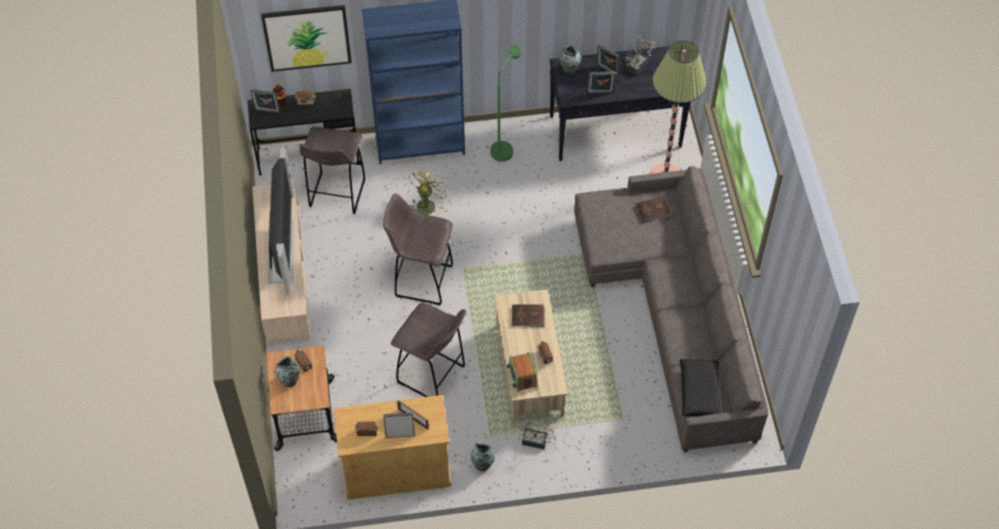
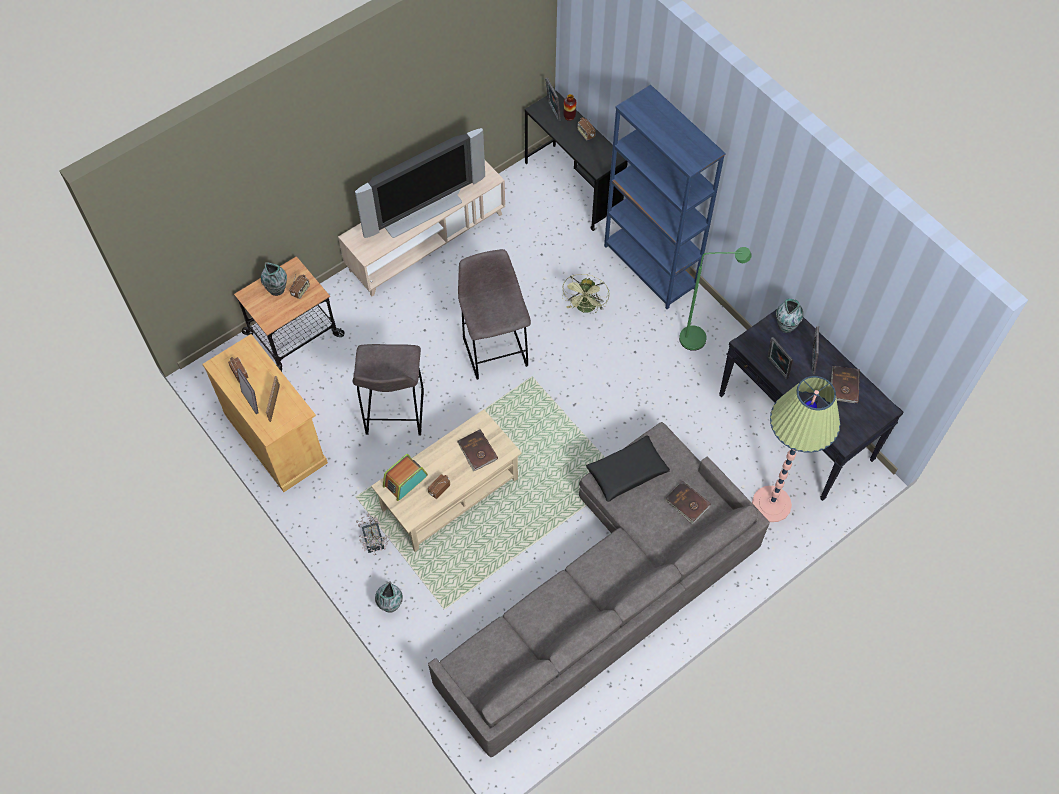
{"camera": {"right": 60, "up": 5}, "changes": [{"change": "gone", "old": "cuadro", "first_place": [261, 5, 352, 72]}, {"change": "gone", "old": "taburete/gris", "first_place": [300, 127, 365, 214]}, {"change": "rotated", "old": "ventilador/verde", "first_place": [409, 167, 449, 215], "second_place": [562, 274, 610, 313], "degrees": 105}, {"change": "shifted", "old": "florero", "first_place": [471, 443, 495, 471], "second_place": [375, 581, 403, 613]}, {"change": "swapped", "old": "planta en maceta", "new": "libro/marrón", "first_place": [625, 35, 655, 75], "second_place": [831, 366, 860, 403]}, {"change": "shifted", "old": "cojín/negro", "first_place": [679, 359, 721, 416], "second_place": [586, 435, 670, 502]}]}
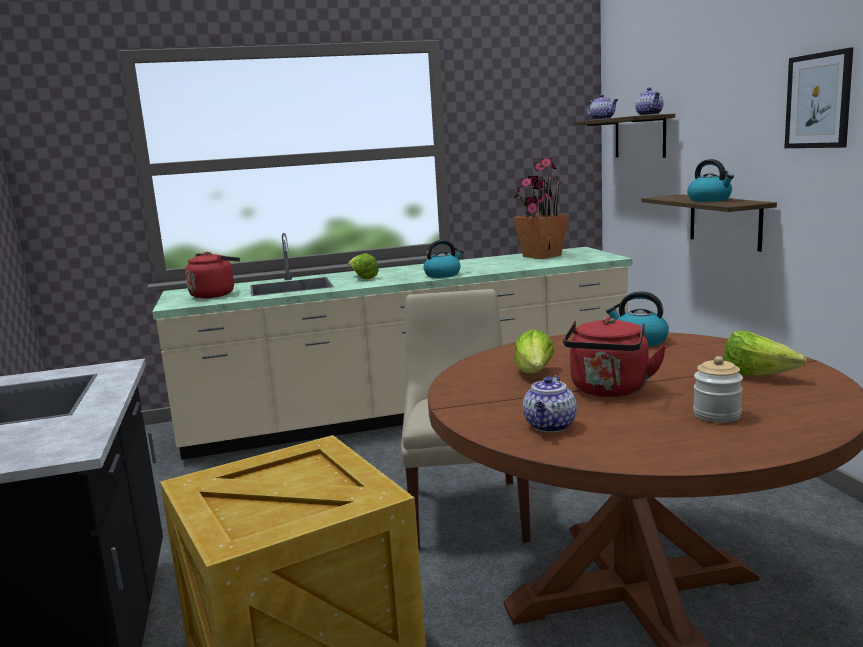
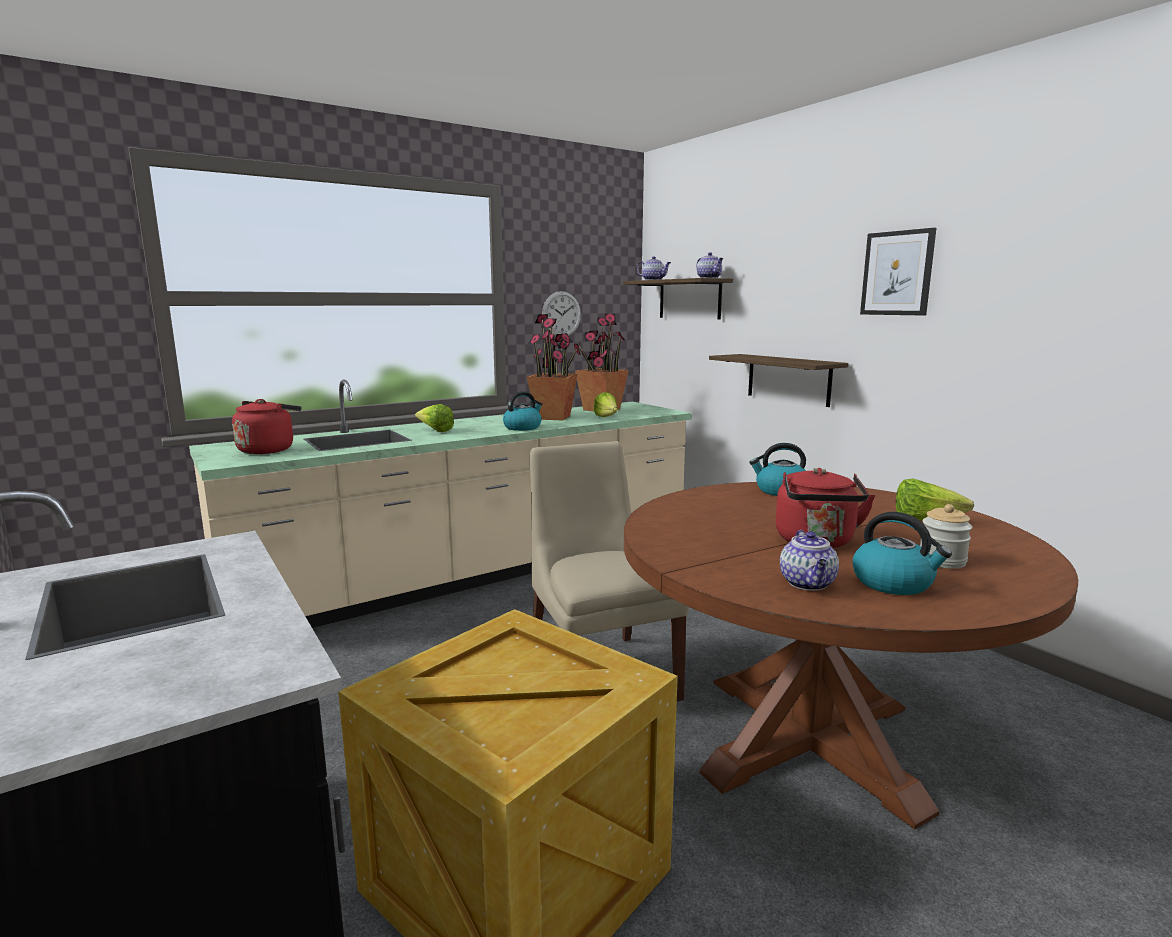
{"camera": {"right": -20, "up": 0}, "changes": [{"change": "shifted", "old": "lechuga", "first_place": [514, 329, 554, 373], "second_place": [593, 392, 618, 417]}, {"change": "shifted", "old": "hervidor", "first_place": [687, 159, 734, 202], "second_place": [853, 512, 952, 595]}, {"change": "new", "new": "planta en maceta", "second_place": [527, 314, 581, 420]}, {"change": "new", "new": "reloj de pared", "second_place": [542, 291, 581, 337]}]}
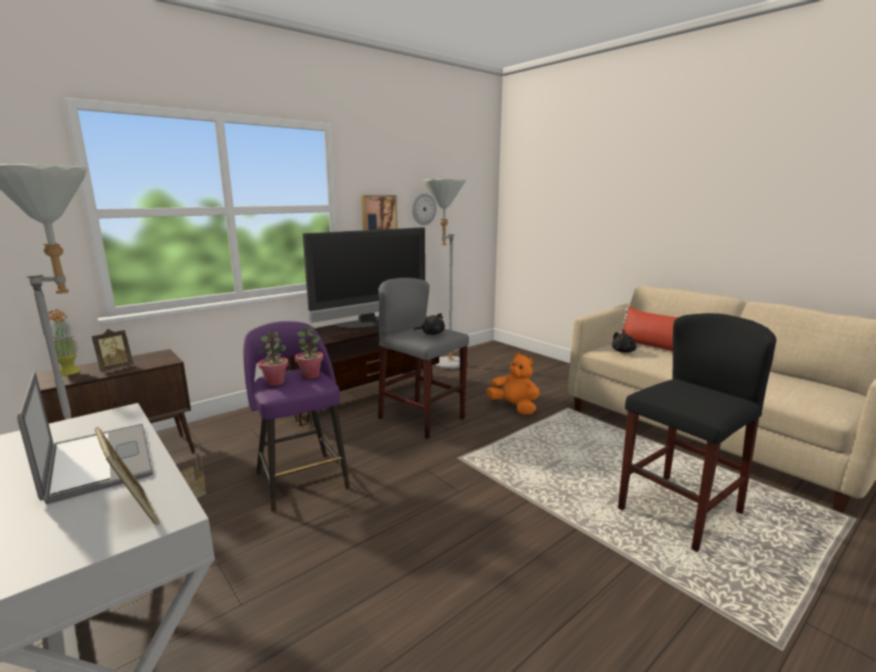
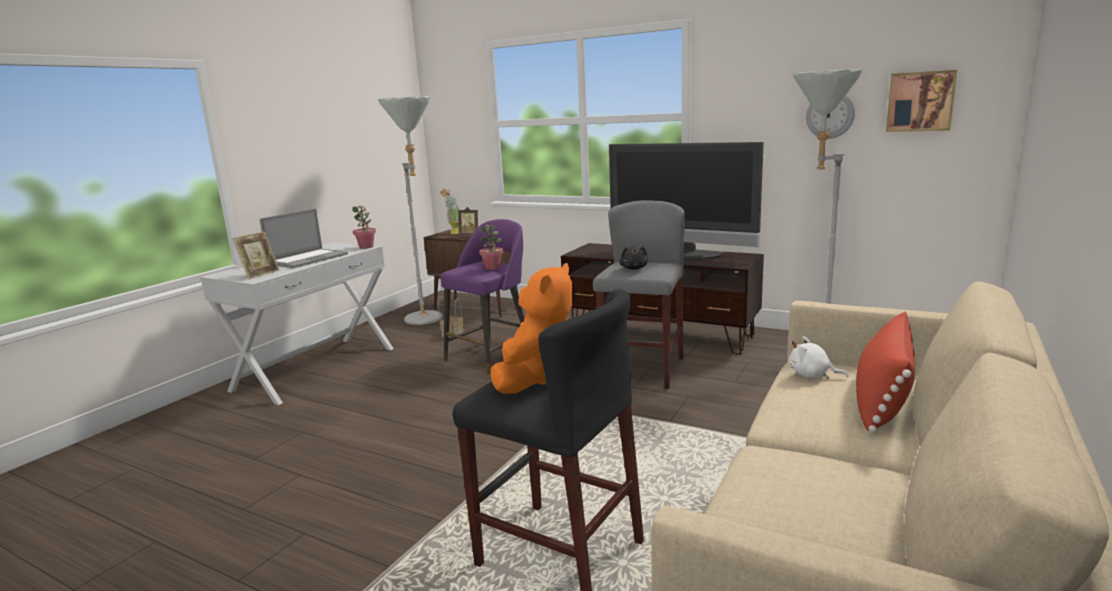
{"camera": {"right": 70, "up": 0}, "changes": [{"change": "shifted", "old": "planta en maceta", "first_place": [258, 332, 288, 386], "second_place": [352, 205, 376, 249]}, {"change": "shifted", "old": "cuadro", "first_place": [361, 195, 398, 230], "second_place": [886, 70, 957, 132]}, {"change": "shifted", "old": "peluche/naranja", "first_place": [486, 352, 540, 414], "second_place": [490, 263, 572, 394]}, {"change": "repainted", "old": "peluche/negro", "new": "peluche/blanco", "first_place": [612, 332, 637, 353], "second_place": [789, 336, 848, 379]}]}
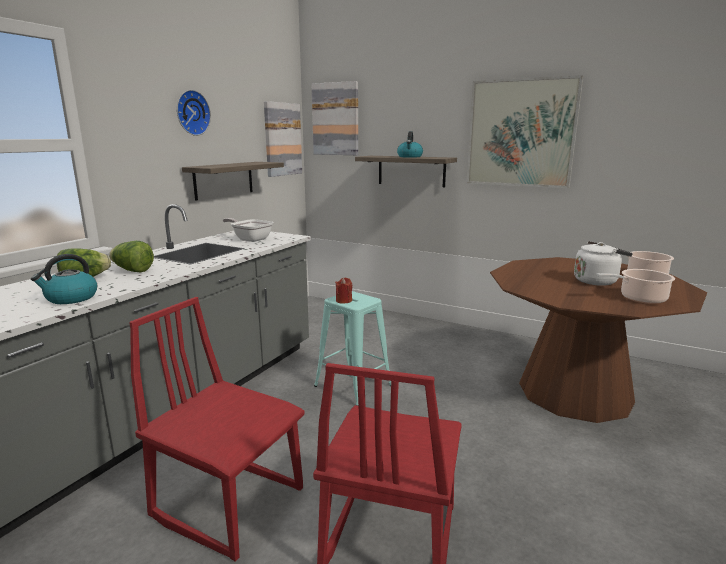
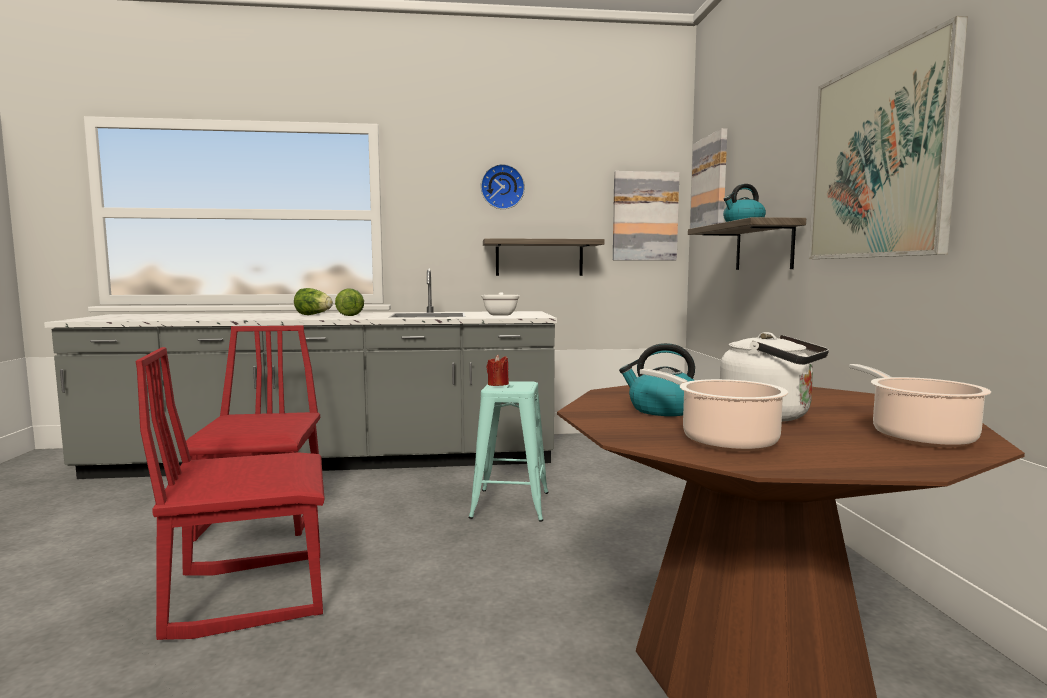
{"camera": {"right": 55, "up": -10}, "changes": [{"change": "shifted", "old": "hervidor", "first_place": [31, 254, 97, 304], "second_place": [619, 343, 695, 416]}]}
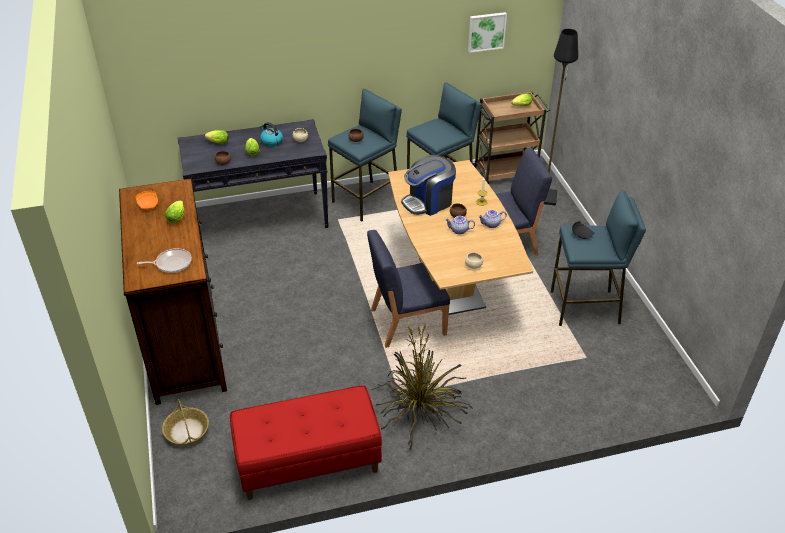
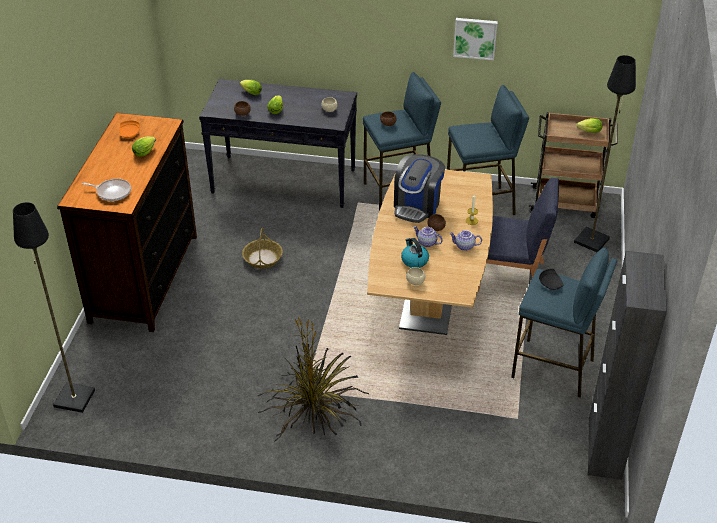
{"camera": {"right": 25, "up": 0}, "changes": [{"change": "shifted", "old": "cesta", "first_place": [162, 399, 209, 445], "second_place": [242, 228, 283, 269]}, {"change": "gone", "old": "banco/rojo", "first_place": [230, 385, 382, 500]}, {"change": "shifted", "old": "hervidor", "first_place": [260, 122, 283, 147], "second_place": [401, 238, 429, 268]}, {"change": "gone", "old": "silla/azul", "first_place": [367, 230, 450, 348]}, {"change": "rotated", "old": "cafetera", "first_place": [401, 155, 456, 216], "second_place": [394, 154, 445, 223], "degrees": -60}, {"change": "shifted", "old": "cuadro", "first_place": [468, 12, 507, 53], "second_place": [453, 18, 498, 60]}, {"change": "new", "new": "lámpara de pie/negro", "second_place": [13, 202, 95, 413]}, {"change": "new", "new": "armario/negro", "second_place": [588, 251, 667, 480]}]}
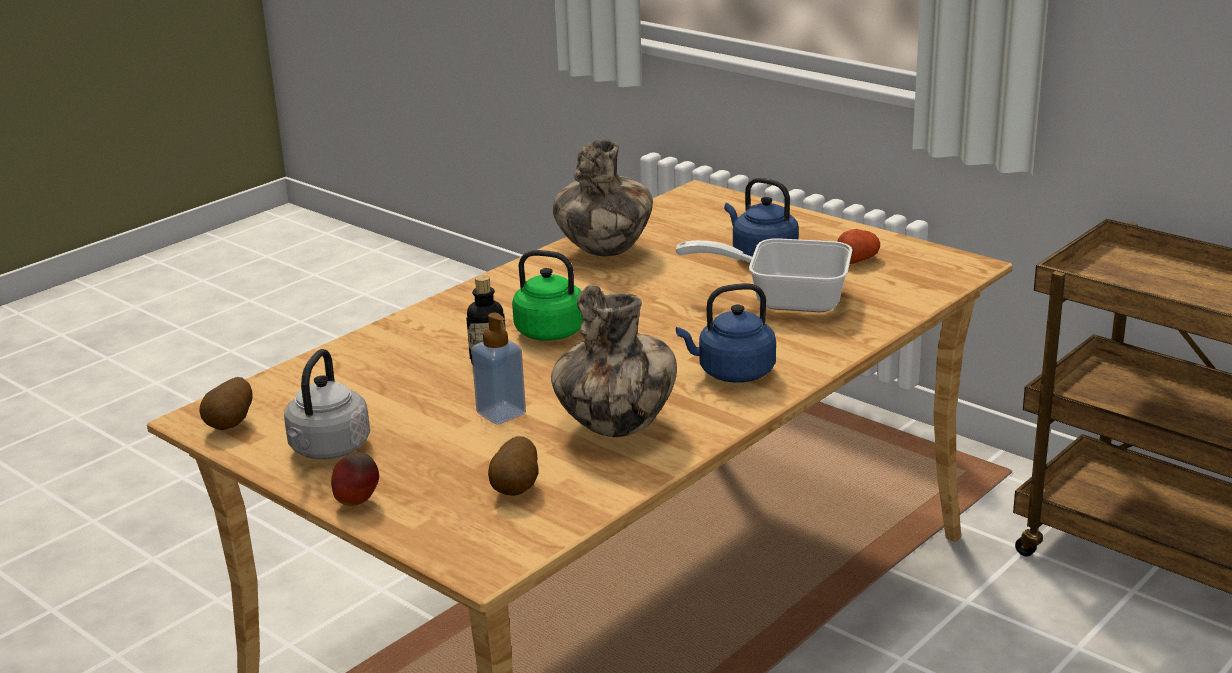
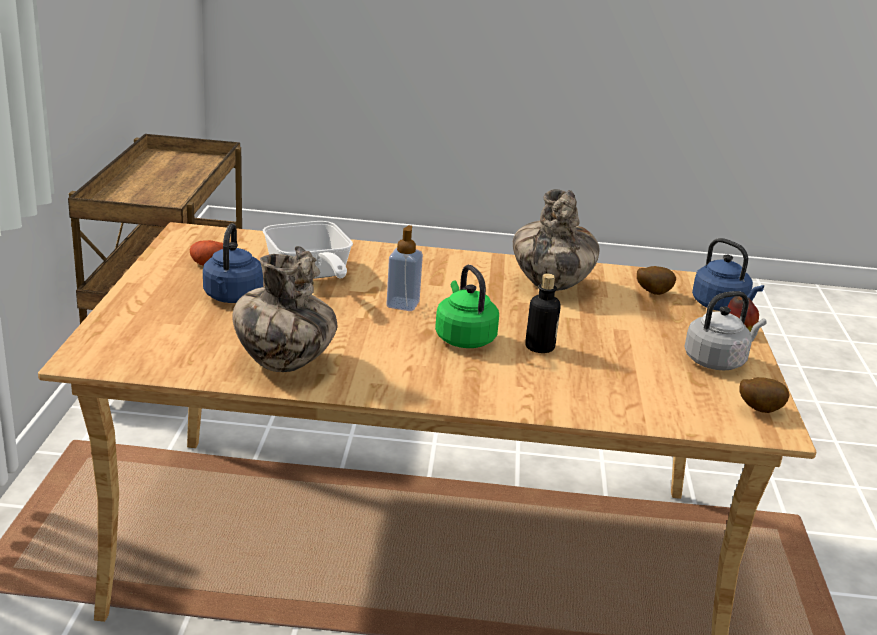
{"camera": {"right": -130, "up": 0}, "changes": [{"change": "shifted", "old": "dispensador de jabón", "first_place": [471, 313, 526, 424], "second_place": [386, 225, 423, 311]}, {"change": "shifted", "old": "hervidor/azul", "first_place": [676, 283, 776, 383], "second_place": [692, 238, 764, 311]}]}
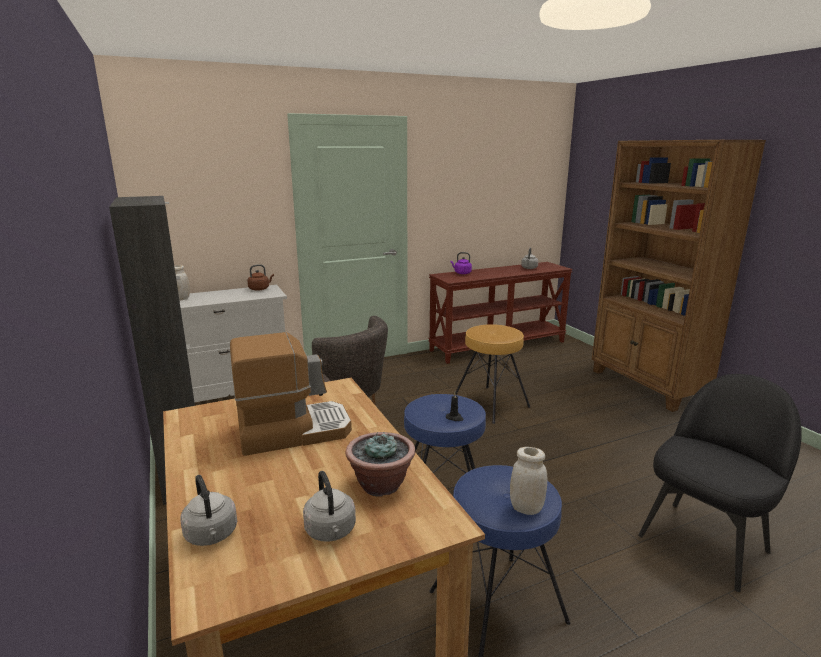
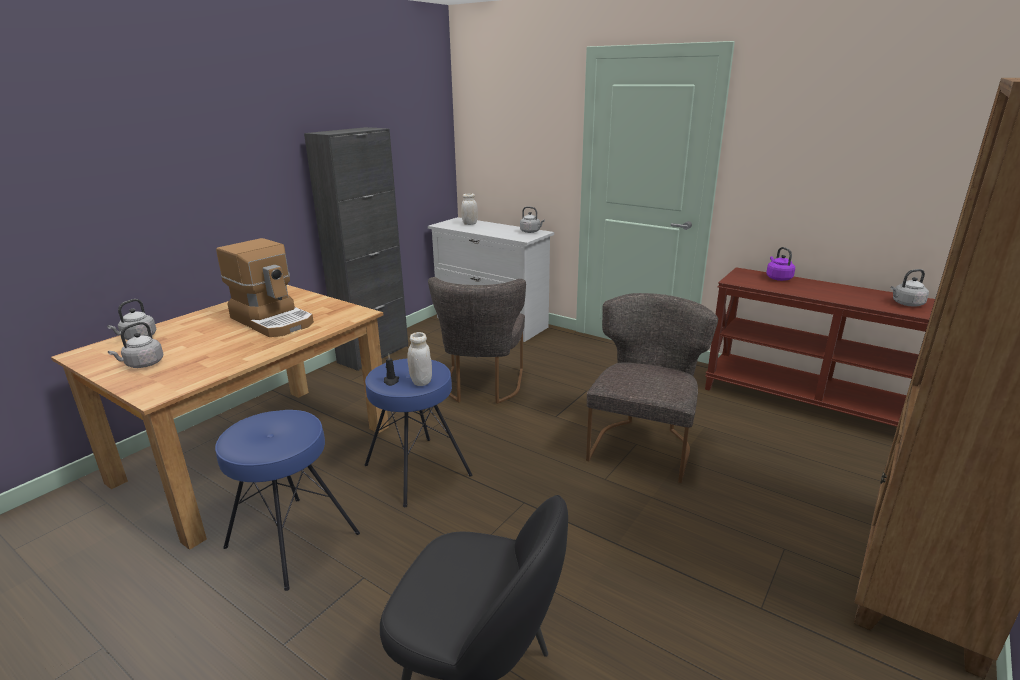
{"camera": {"right": 60, "up": 5}, "changes": [{"change": "repainted", "old": "hervidor/marrón", "new": "hervidor/gris", "first_place": [247, 264, 274, 291], "second_place": [520, 206, 545, 233]}, {"change": "gone", "old": "planta en maceta", "first_place": [346, 432, 415, 497]}, {"change": "swapped", "old": "taburete/marrón", "new": "silla/gris", "first_place": [455, 324, 530, 424], "second_place": [586, 293, 718, 483]}, {"change": "shifted", "old": "tarro/blanco", "first_place": [510, 447, 547, 515], "second_place": [407, 332, 432, 386]}]}
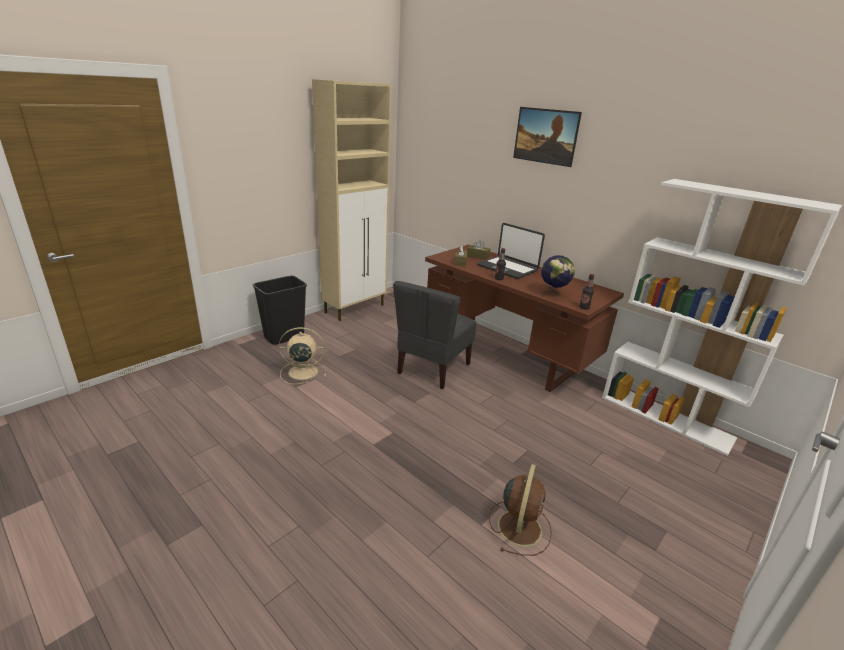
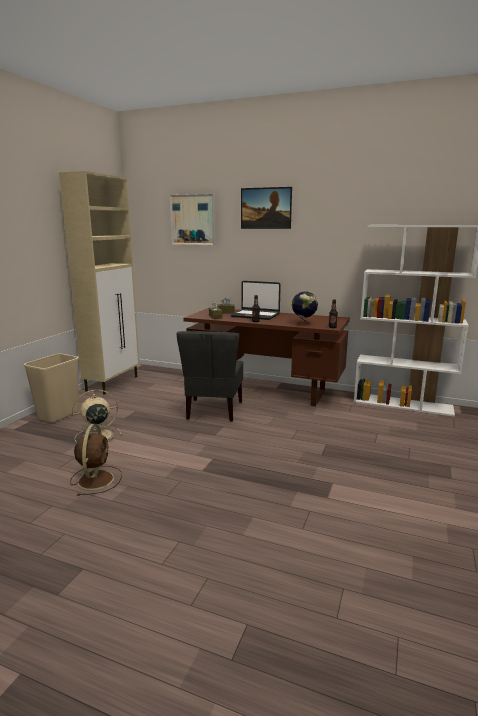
{"camera": {"right": -20, "up": -10}, "changes": [{"change": "repainted", "old": "papelera/negro", "new": "papelera/beis", "first_place": [253, 276, 307, 345], "second_place": [24, 354, 79, 422]}, {"change": "shifted", "old": "ventilador/marrón", "first_place": [489, 464, 552, 556], "second_place": [70, 424, 122, 496]}, {"change": "new", "new": "cuadro", "second_place": [170, 194, 215, 245]}]}
